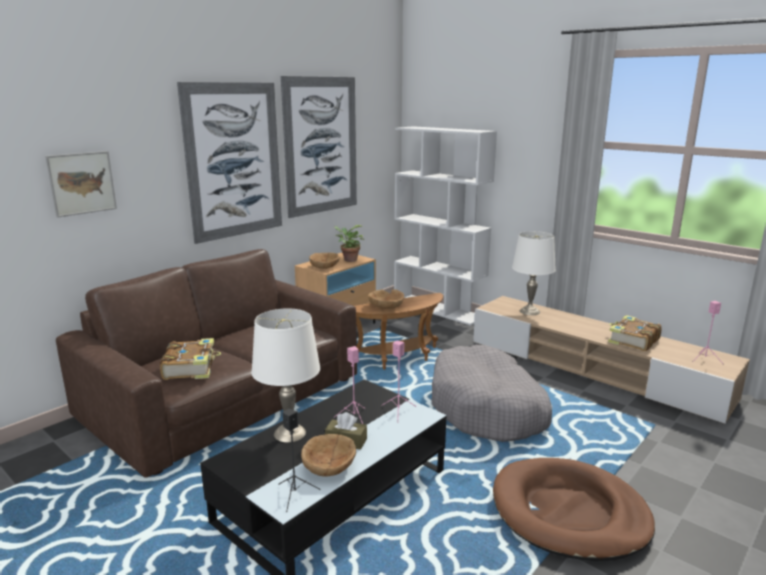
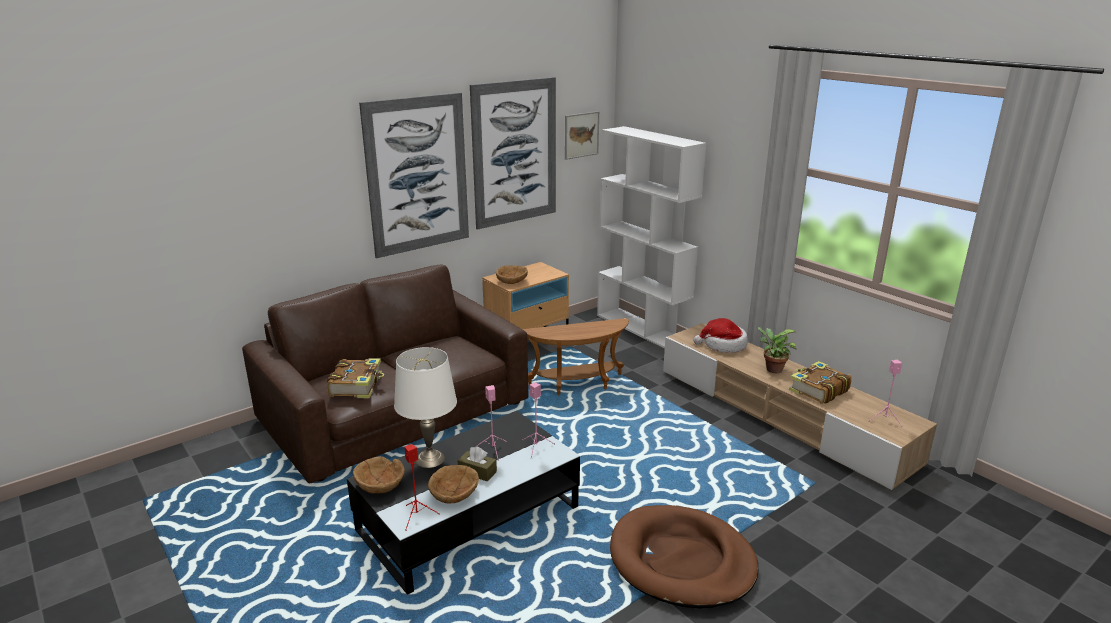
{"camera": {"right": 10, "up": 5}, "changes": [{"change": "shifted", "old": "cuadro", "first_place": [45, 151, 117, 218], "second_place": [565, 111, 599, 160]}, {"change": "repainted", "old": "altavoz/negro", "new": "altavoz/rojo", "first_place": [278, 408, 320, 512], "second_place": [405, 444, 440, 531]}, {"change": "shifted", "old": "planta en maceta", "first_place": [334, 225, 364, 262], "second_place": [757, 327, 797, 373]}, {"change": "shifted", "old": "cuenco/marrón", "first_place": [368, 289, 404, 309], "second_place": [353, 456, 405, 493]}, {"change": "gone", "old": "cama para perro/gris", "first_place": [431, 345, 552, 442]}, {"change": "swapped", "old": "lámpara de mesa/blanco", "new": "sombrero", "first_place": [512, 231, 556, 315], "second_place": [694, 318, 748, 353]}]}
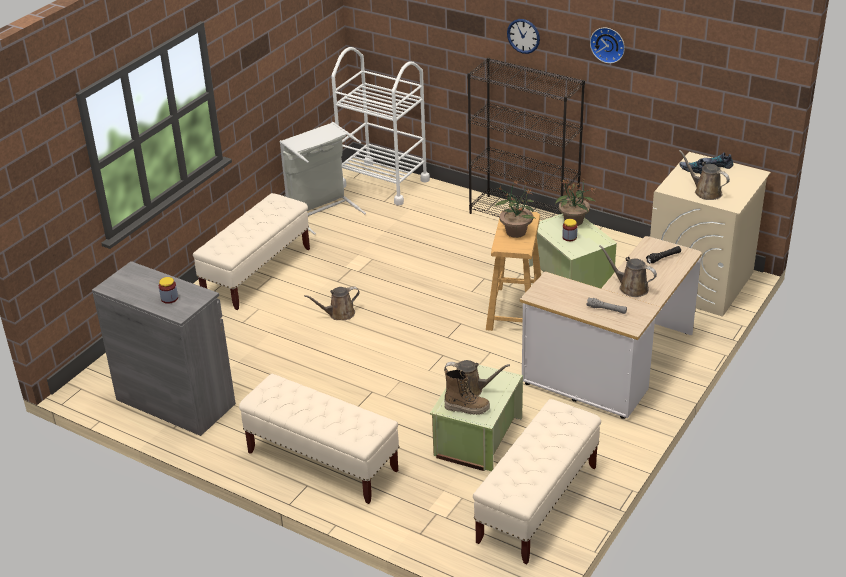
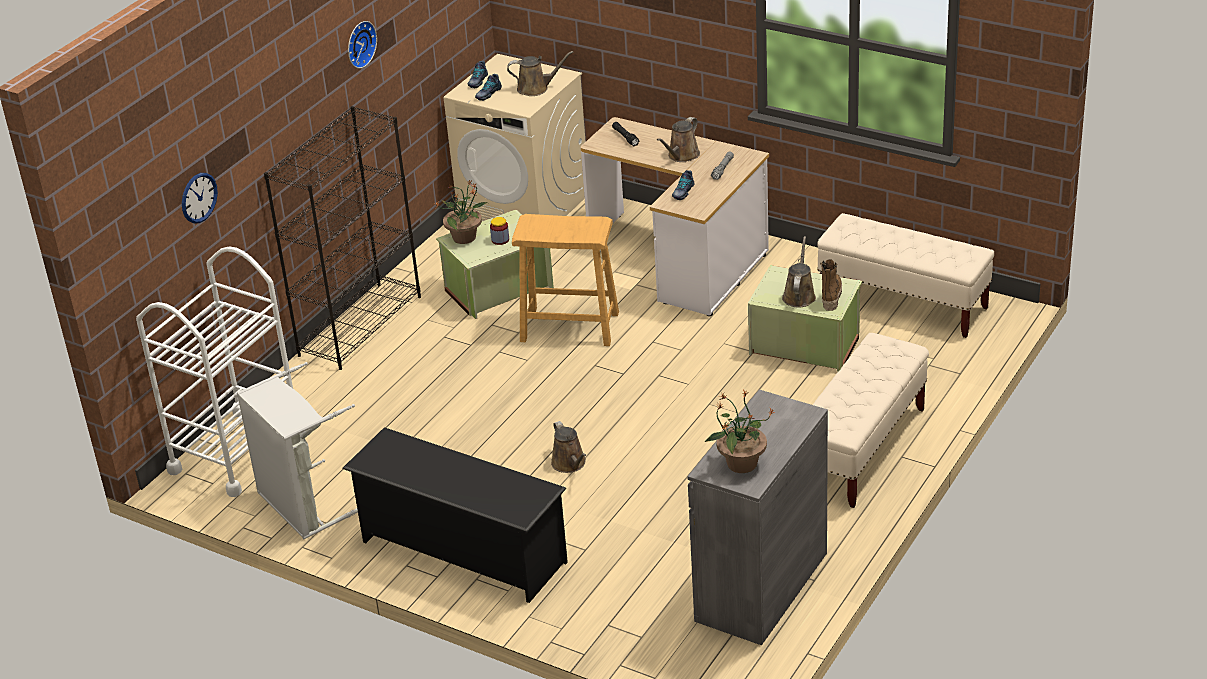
{"camera": {"right": -90, "up": 0}, "changes": [{"change": "gone", "old": "tarro", "first_place": [159, 277, 178, 304]}, {"change": "swapped", "old": "banco/beis", "new": "zapatero/negro", "first_place": [193, 193, 310, 310], "second_place": [342, 427, 568, 603]}, {"change": "shifted", "old": "planta en maceta", "first_place": [494, 181, 535, 238], "second_place": [705, 390, 775, 473]}, {"change": "shifted", "old": "reloj de pared", "first_place": [507, 19, 540, 54], "second_place": [182, 173, 218, 224]}, {"change": "rotated", "old": "regadera/marrón", "first_place": [679, 150, 730, 200], "second_place": [507, 51, 573, 96], "degrees": -135}, {"change": "new", "new": "zapato", "second_place": [672, 170, 694, 200]}]}
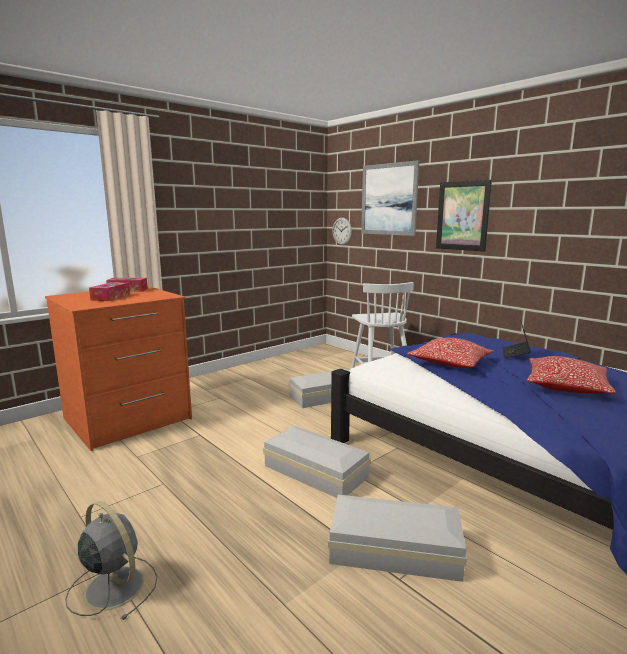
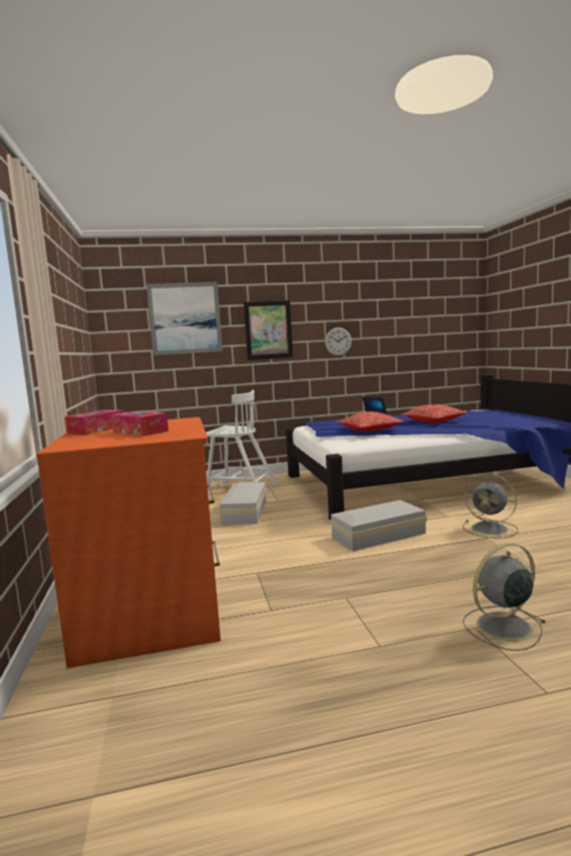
{"camera": {"right": -60, "up": -5}, "changes": [{"change": "swapped", "old": "caja de almacenaje/blanco", "new": "ventilador/gris", "first_place": [328, 495, 467, 582], "second_place": [463, 473, 518, 539]}, {"change": "shifted", "old": "reloj de pared", "first_place": [333, 217, 352, 245], "second_place": [325, 327, 352, 356]}]}
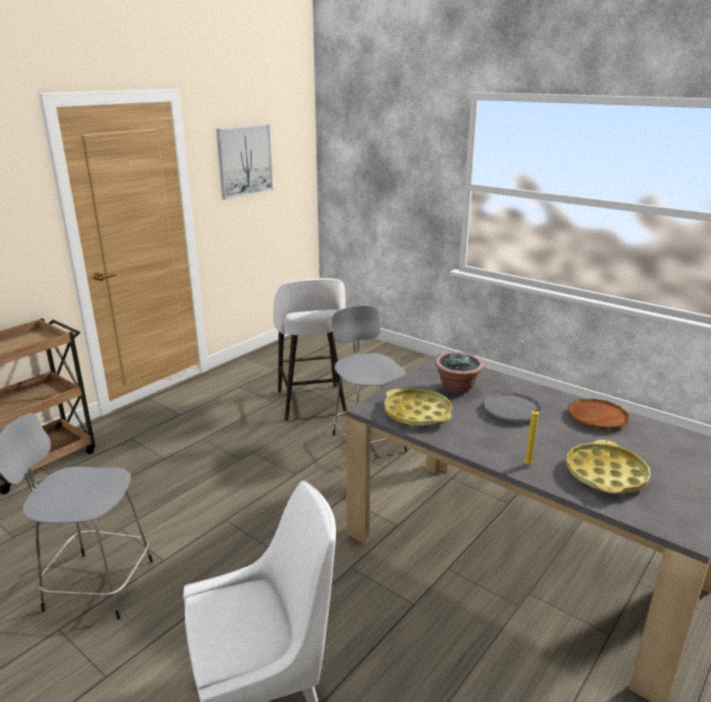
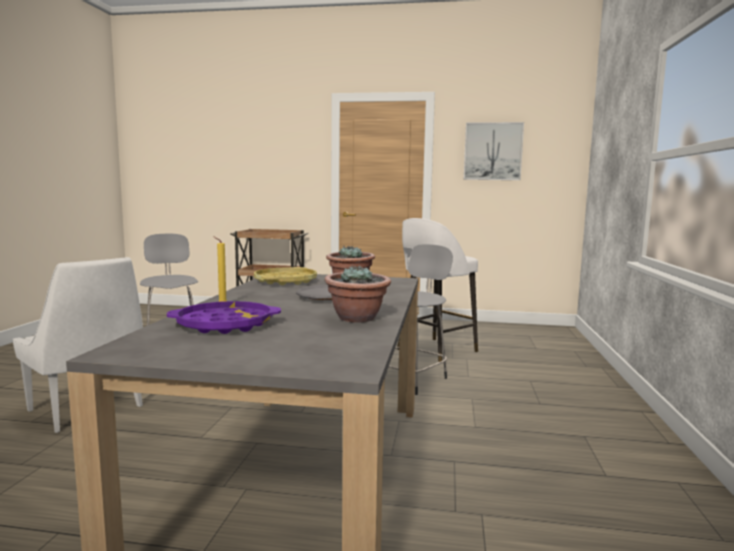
{"camera": {"right": 60, "up": -15}, "changes": [{"change": "repainted", "old": "bandeja/amarillo", "new": "bandeja/morado", "first_place": [566, 440, 651, 494], "second_place": [167, 301, 281, 334]}, {"change": "swapped", "old": "plato/marrón", "new": "planta en maceta", "first_place": [568, 398, 629, 429], "second_place": [324, 265, 391, 323]}]}
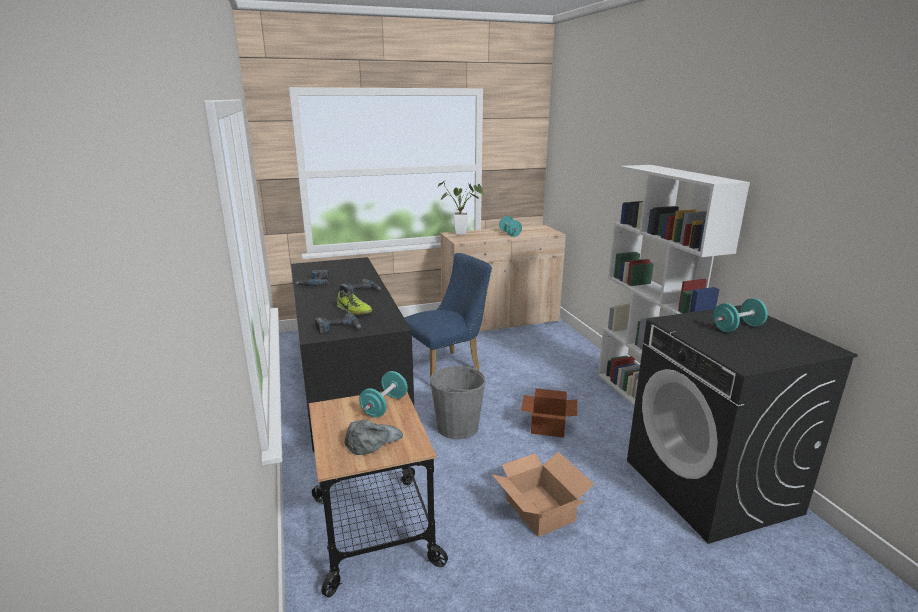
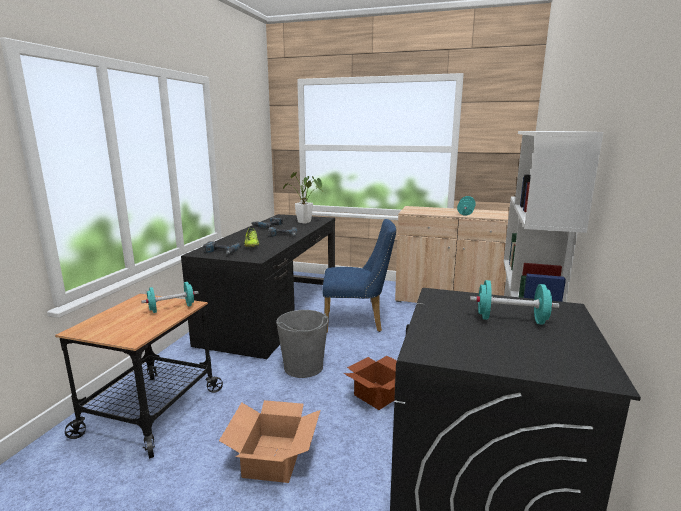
{"camera": {"right": 35, "up": -5}, "changes": [{"change": "gone", "old": "gorra/gris", "first_place": [344, 420, 403, 455]}, {"change": "shifted", "old": "planta en maceta", "first_place": [438, 180, 485, 235], "second_place": [283, 172, 323, 223]}]}
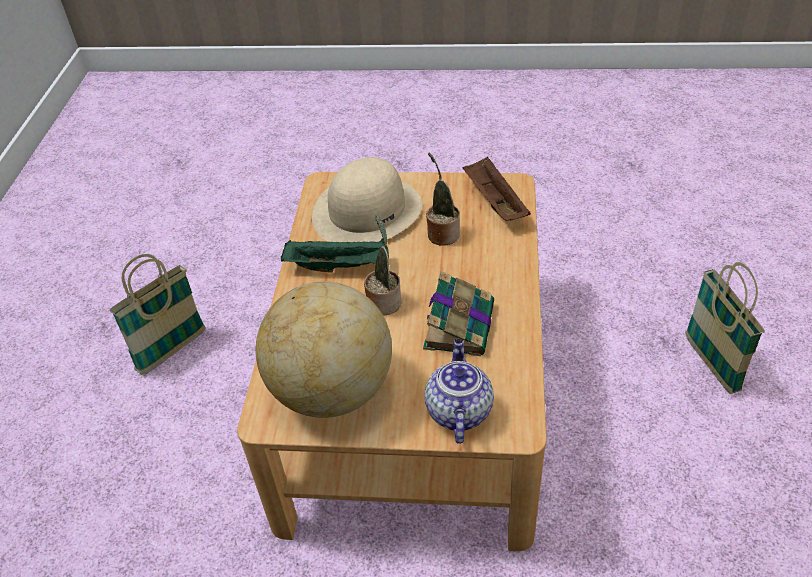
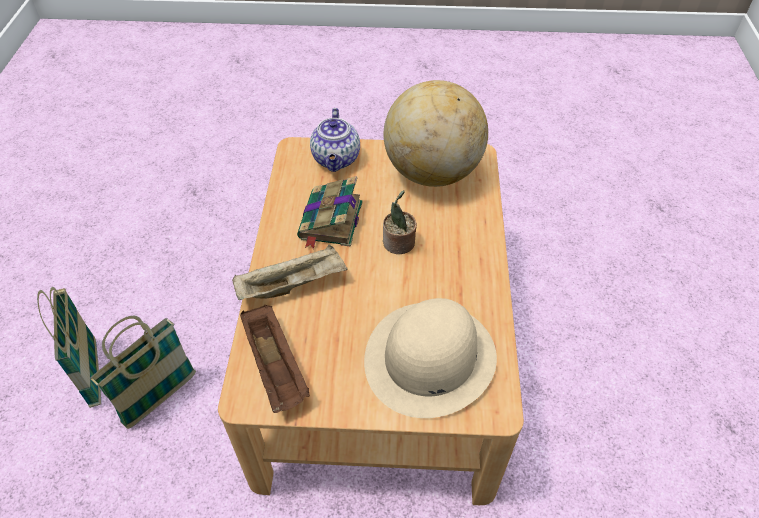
{"camera": {"right": 175, "up": 5}, "changes": [{"change": "shifted", "old": "cesta", "first_place": [110, 254, 206, 375], "second_place": [90, 315, 196, 429]}, {"change": "gone", "old": "bandeja/verde", "first_place": [281, 238, 389, 272]}, {"change": "gone", "old": "planta en maceta", "first_place": [426, 152, 460, 246]}, {"change": "new", "new": "bandeja/beis", "second_place": [232, 245, 347, 300]}]}
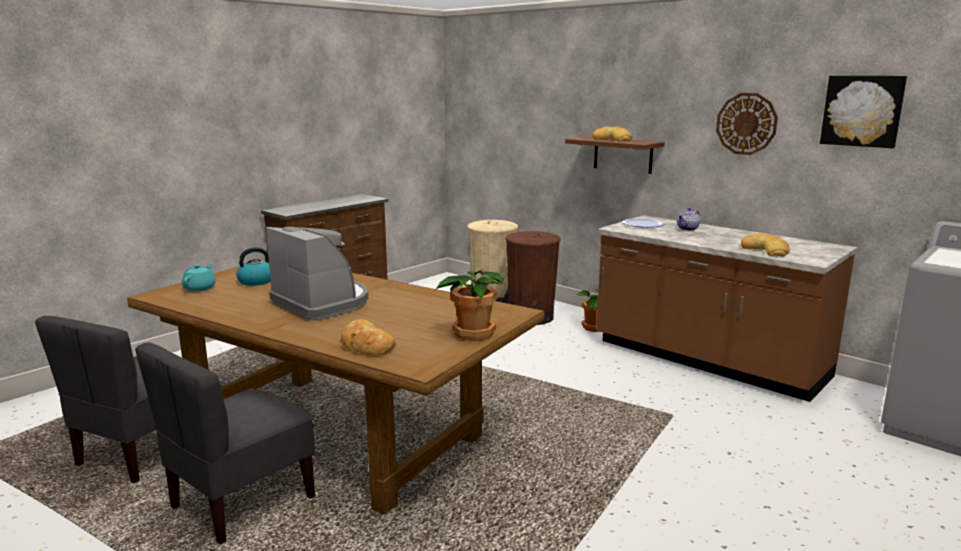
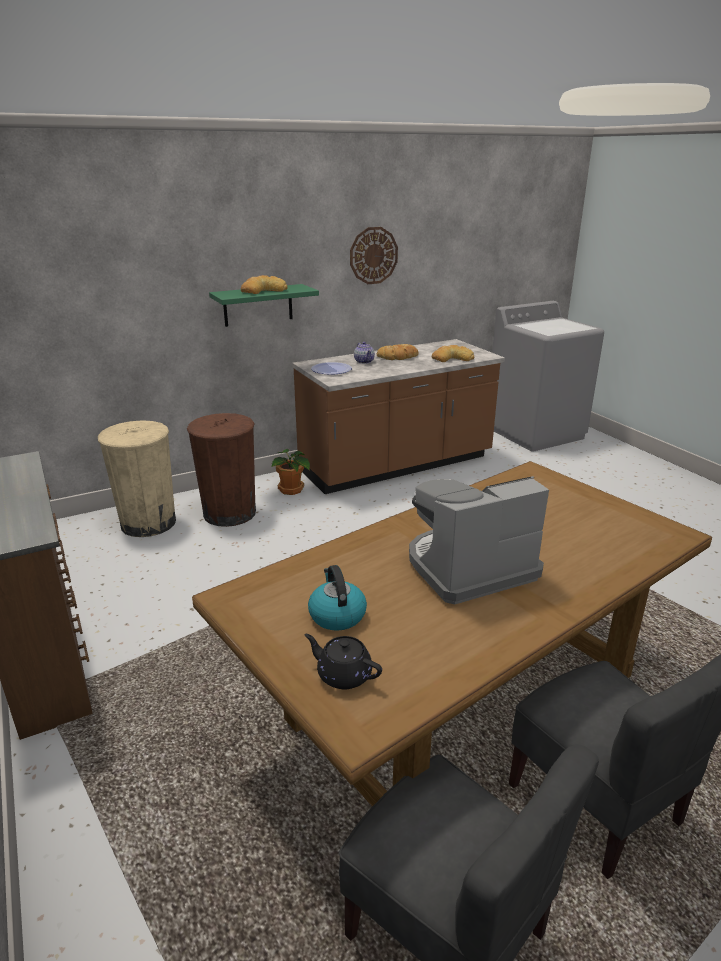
{"camera": {"right": -70, "up": 10}, "changes": [{"change": "repainted", "old": "tetera/turquesa", "new": "tetera/negro", "first_place": [182, 263, 216, 292], "second_place": [304, 634, 382, 689]}, {"change": "shifted", "old": "pan", "first_place": [341, 319, 396, 356], "second_place": [377, 344, 418, 360]}, {"change": "gone", "old": "planta en maceta", "first_place": [435, 270, 503, 341]}, {"change": "repainted", "old": "estante/marrón", "new": "estante/verde", "first_place": [565, 137, 665, 174], "second_place": [209, 284, 319, 327]}, {"change": "gone", "old": "cuadro", "first_place": [820, 76, 907, 148]}]}
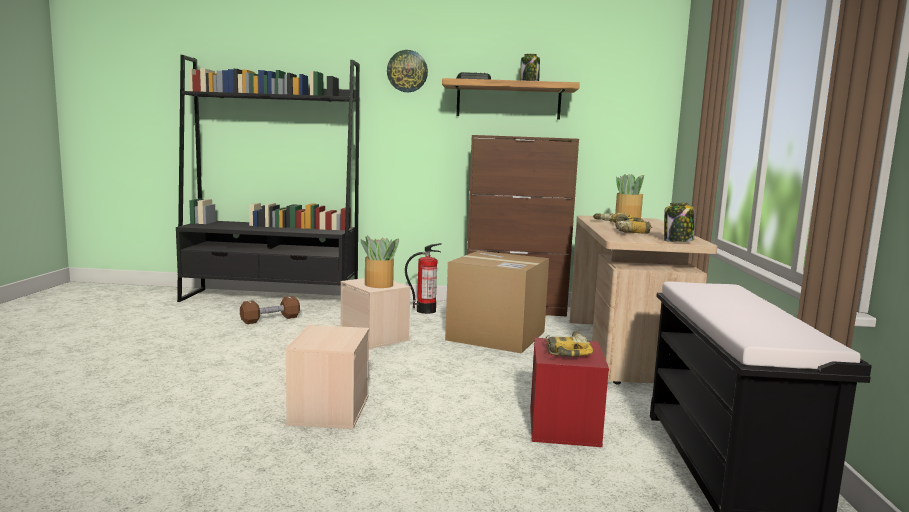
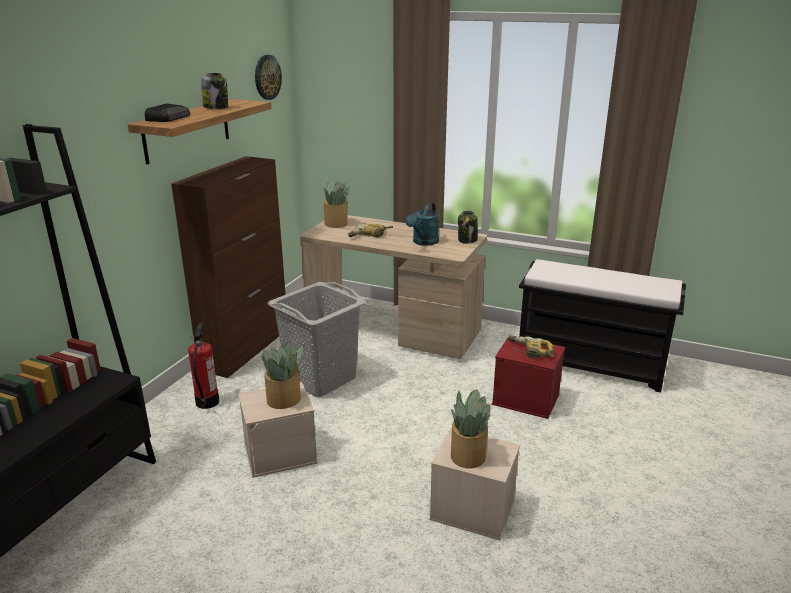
{"camera": {"right": -70, "up": 15}, "changes": [{"change": "gone", "old": "mancuerna/marrón", "first_place": [240, 296, 300, 324]}, {"change": "shifted", "old": "reloj de pared", "first_place": [387, 50, 428, 92], "second_place": [255, 55, 282, 100]}, {"change": "swapped", "old": "caja de cartón", "new": "cesto de la ropa/gris", "first_place": [445, 251, 549, 354], "second_place": [268, 282, 366, 397]}, {"change": "swapped", "old": "taladro", "new": "regadera/turquesa", "first_place": [615, 220, 652, 234], "second_place": [405, 202, 439, 246]}, {"change": "new", "new": "planta en maceta", "second_place": [451, 389, 490, 469]}]}
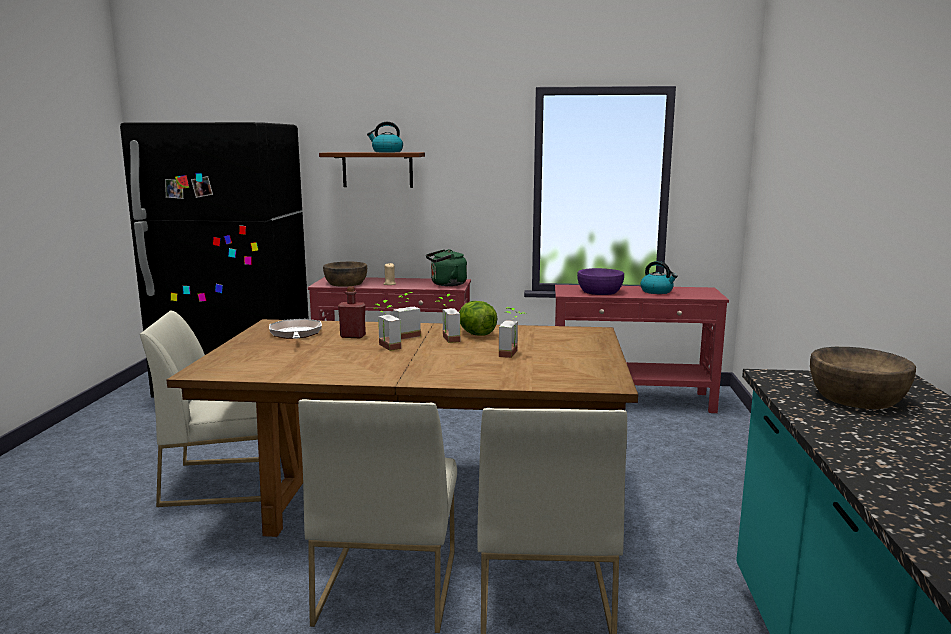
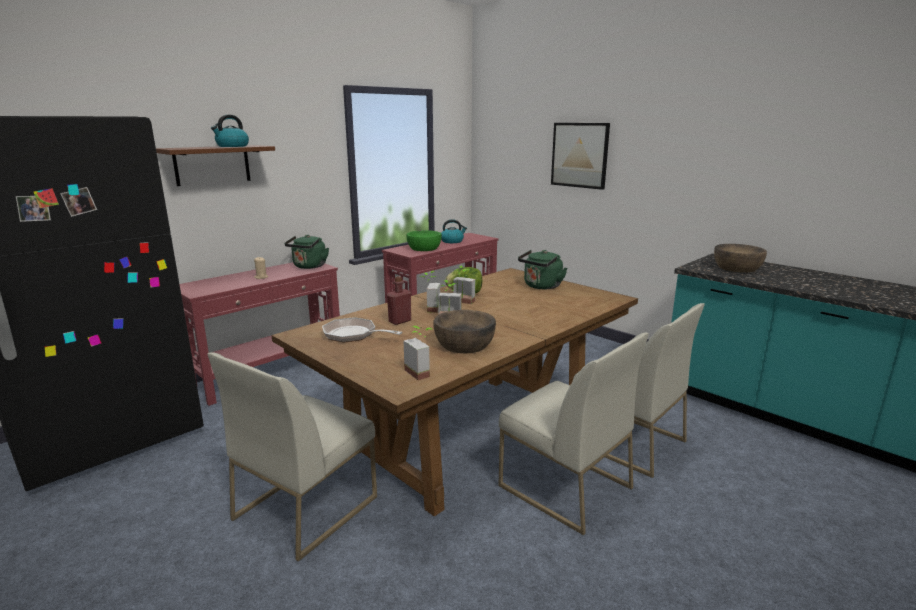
{"camera": {"right": -50, "up": 5}, "changes": [{"change": "shifted", "old": "cuenco/marrón", "first_place": [323, 262, 367, 287], "second_place": [433, 310, 496, 354]}, {"change": "shifted", "old": "planta en maceta", "first_place": [499, 307, 526, 358], "second_place": [404, 326, 433, 380]}, {"change": "repainted", "old": "cuenco/morado", "new": "cuenco/verde", "first_place": [577, 268, 624, 295], "second_place": [406, 230, 442, 251]}, {"change": "new", "new": "hervidor/verde", "second_place": [518, 250, 567, 289]}, {"change": "new", "new": "cuadro", "second_place": [551, 123, 610, 190]}]}
